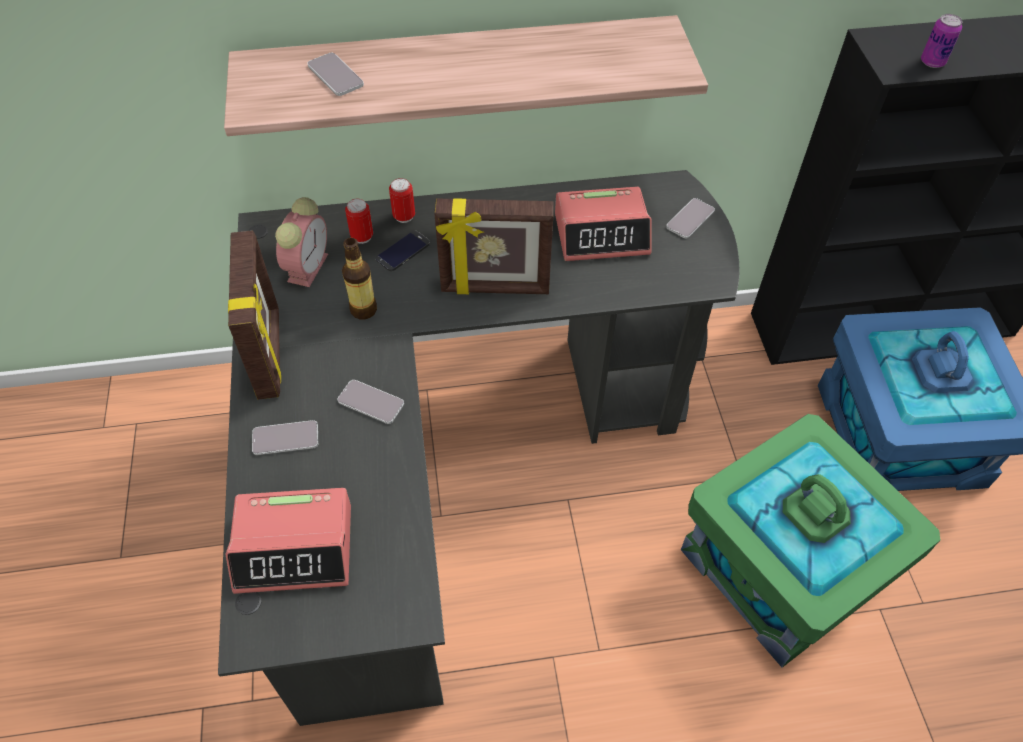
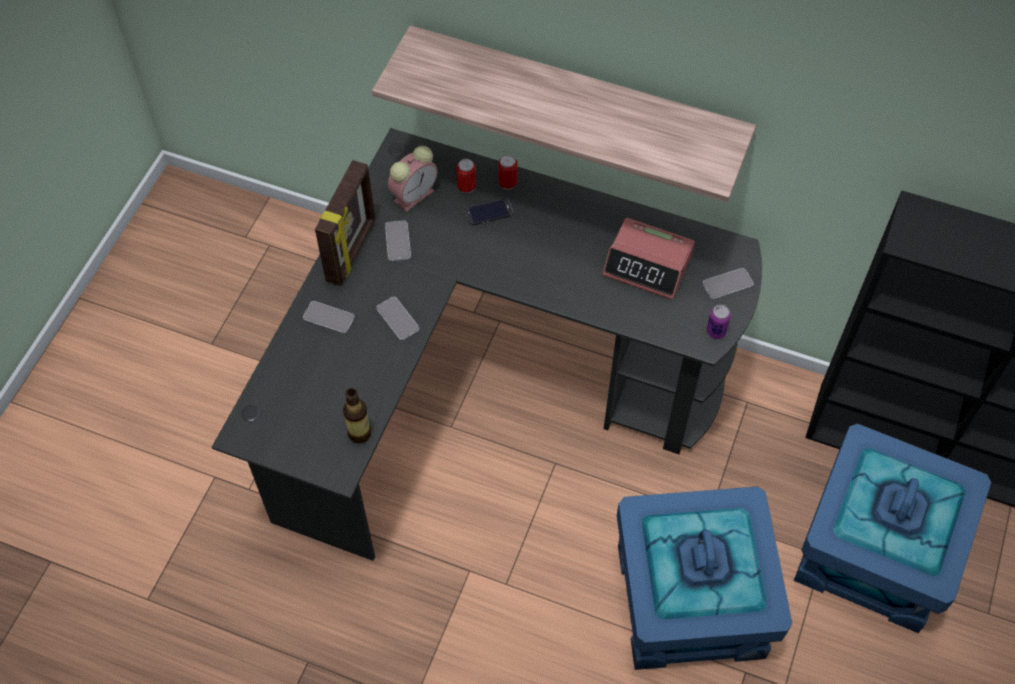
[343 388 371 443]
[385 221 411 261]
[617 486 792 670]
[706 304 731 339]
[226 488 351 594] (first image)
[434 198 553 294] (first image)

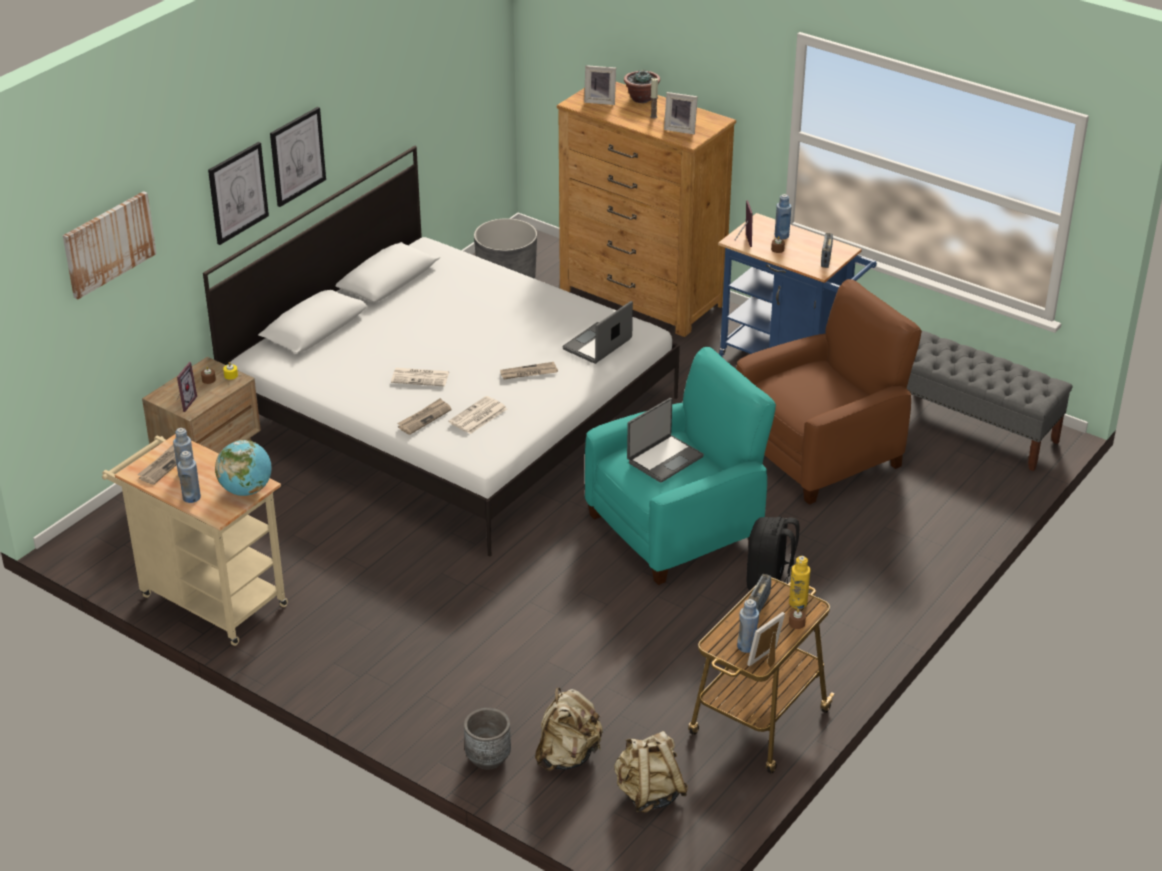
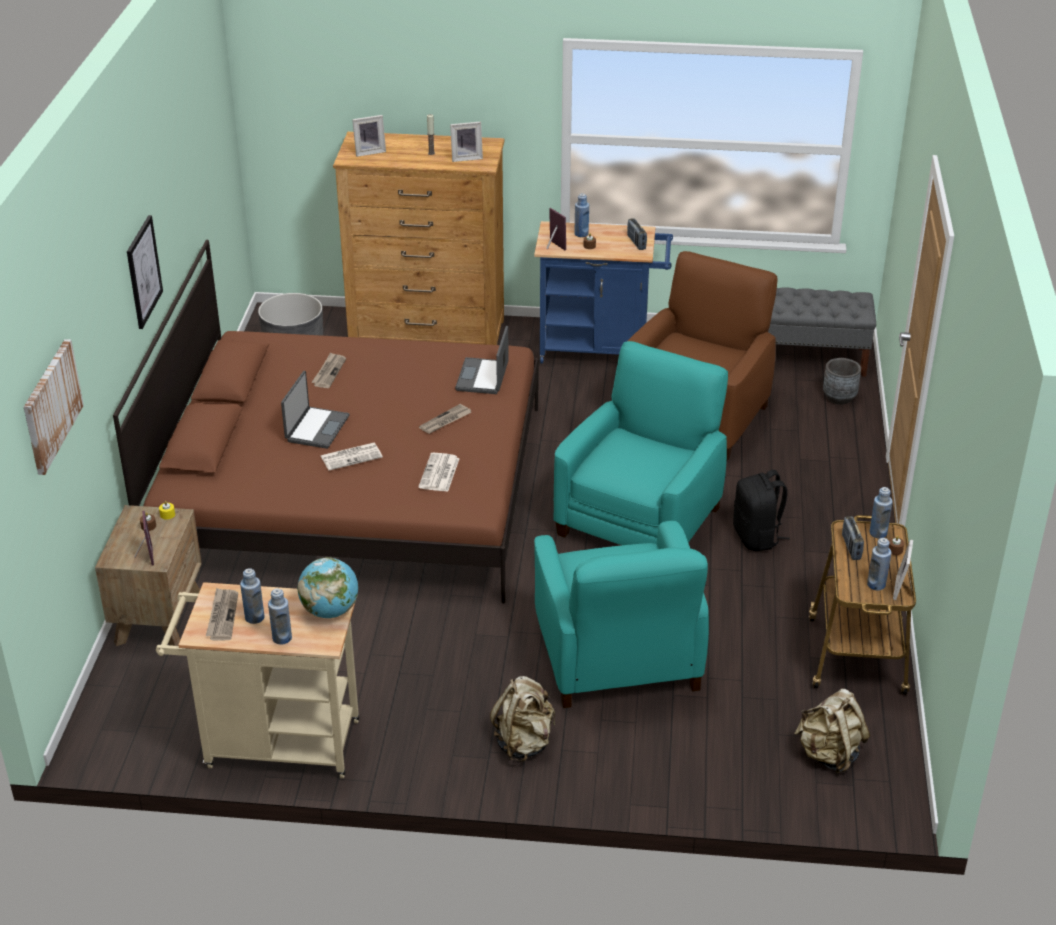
[113 239 539 604]
[281 371 349 449]
[311 352 346 388]
[490 676 555 762]
[534 521 709 708]
[823 358 861 405]
[870 487 892 539]
[208 142 269 245] (first image)
[624 69 660 103] (first image)

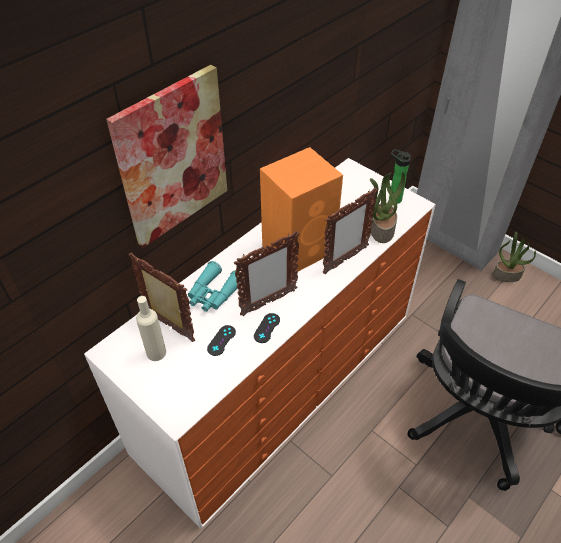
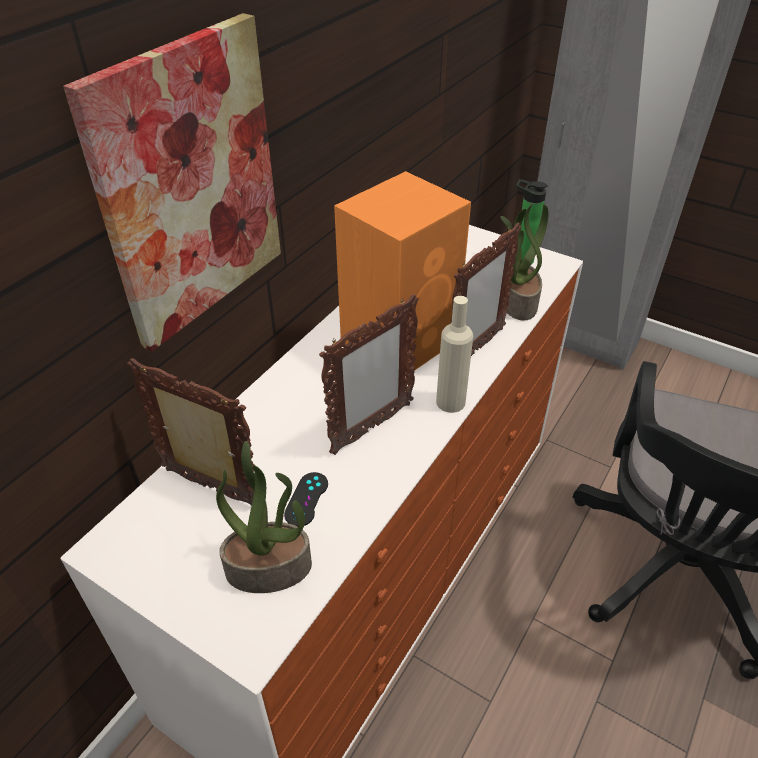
[216 441 312 593]
[436 296 473 413]
[188 261 238 312] (first image)
[254 313 280 343] (first image)

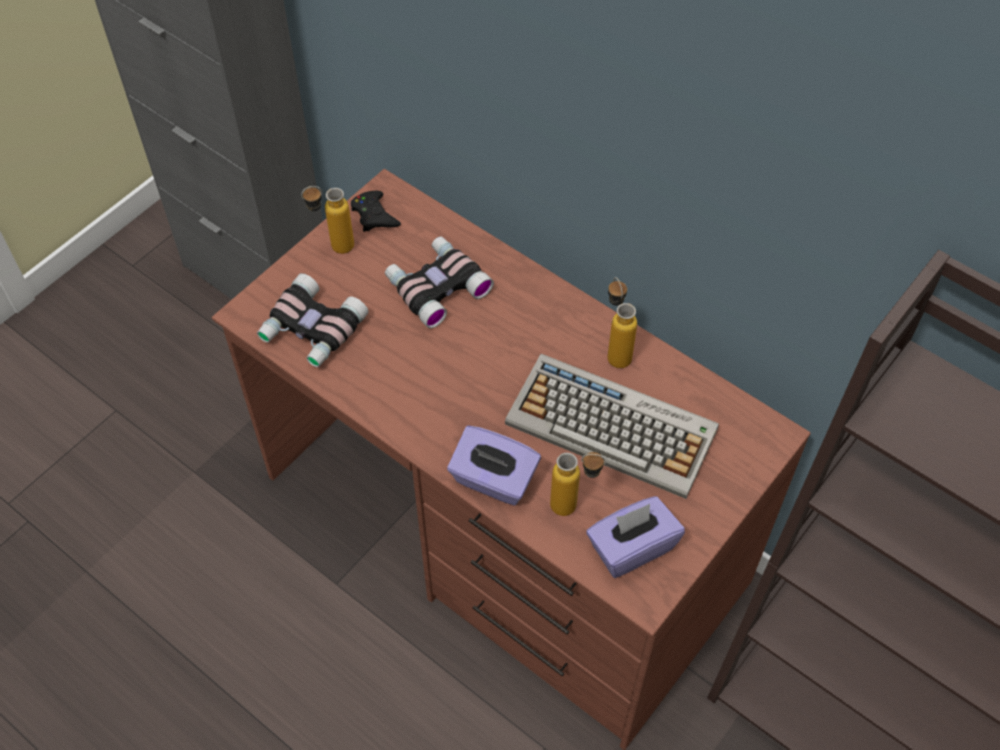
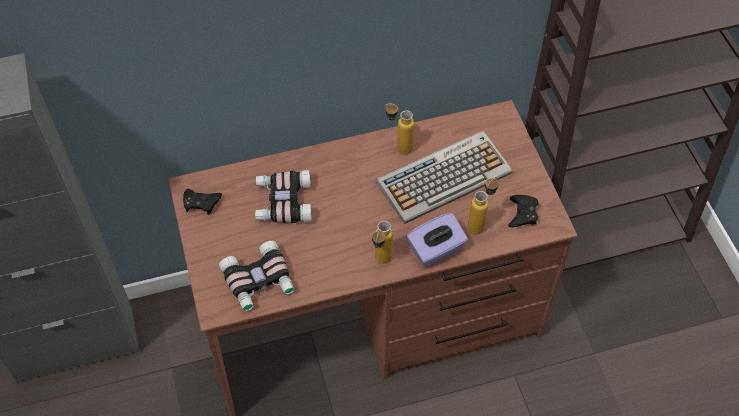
[372 221 393 264]
[508 195 539 227]

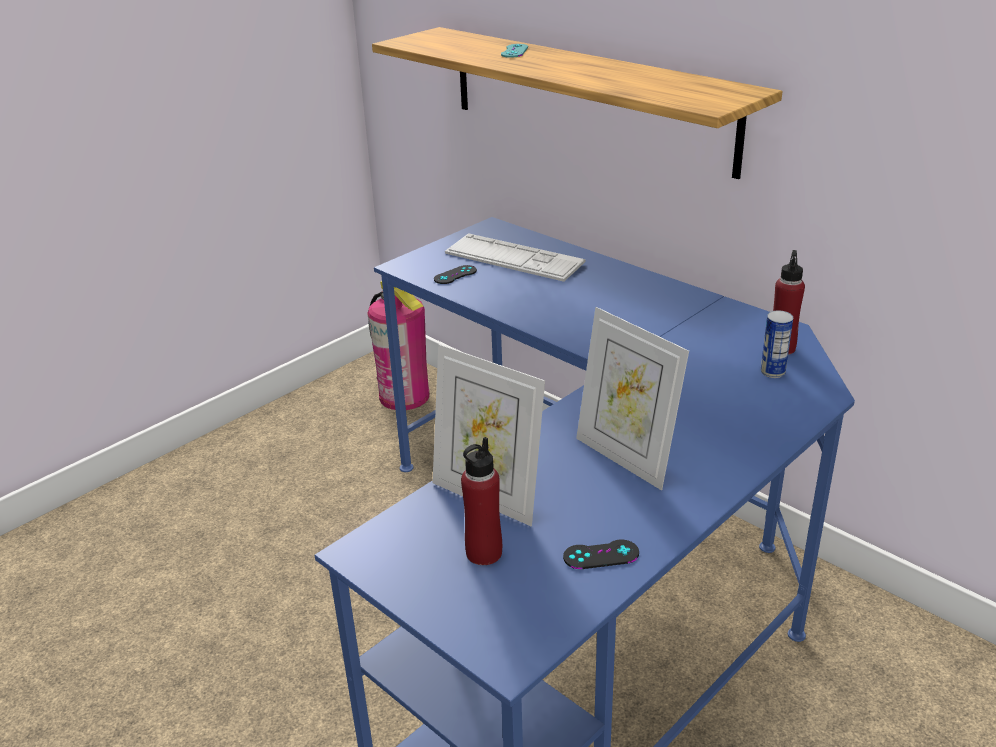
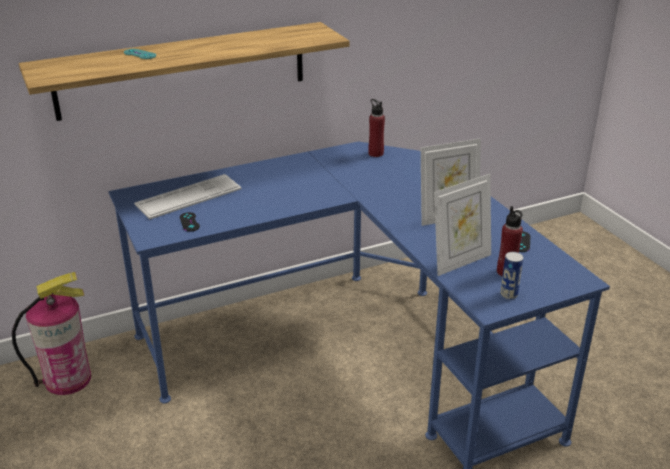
[500 252 524 299]

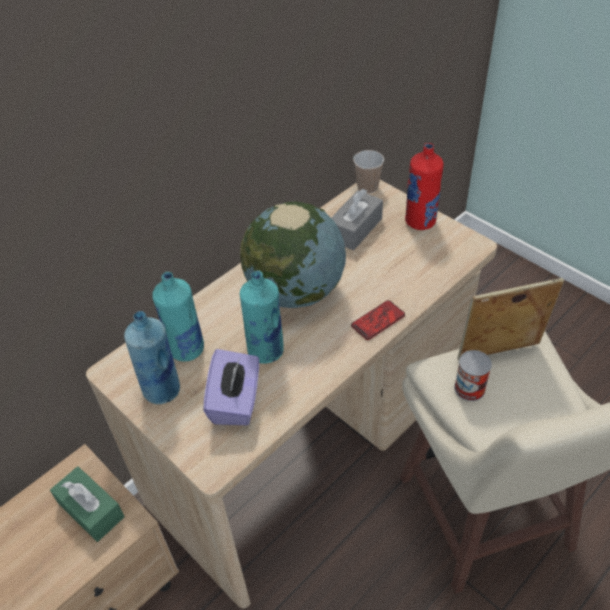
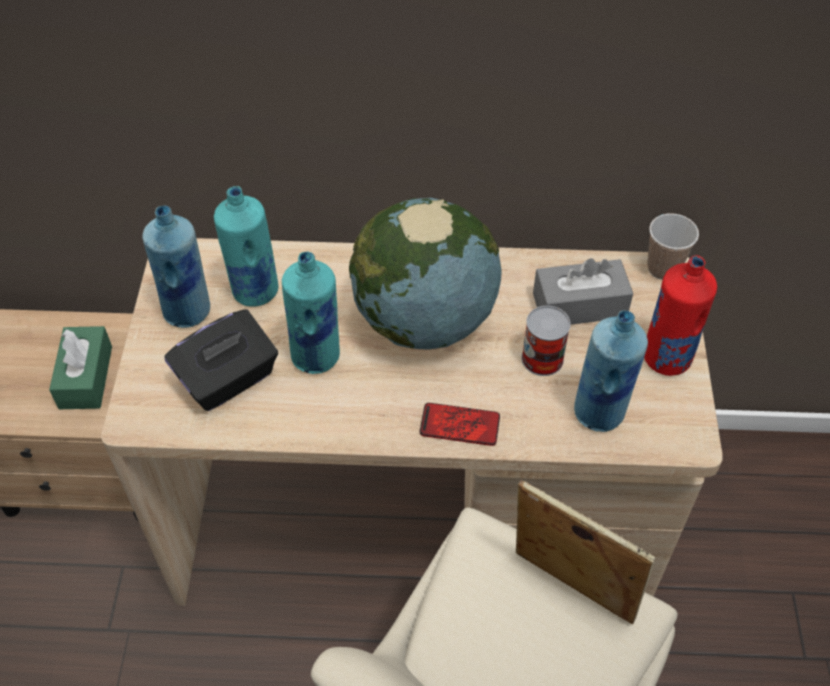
[165 309 278 411]
[522 306 571 376]
[574 311 648 432]

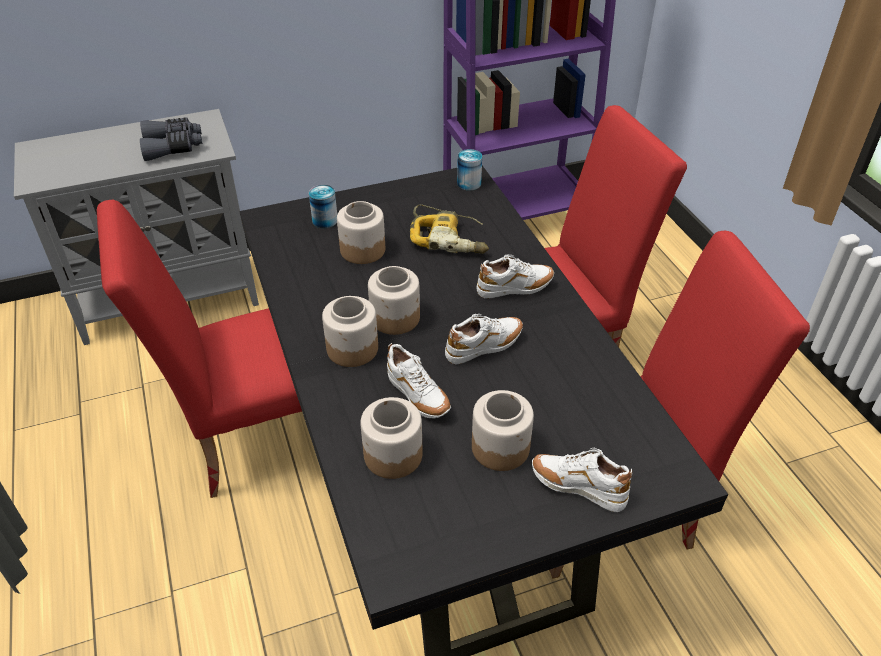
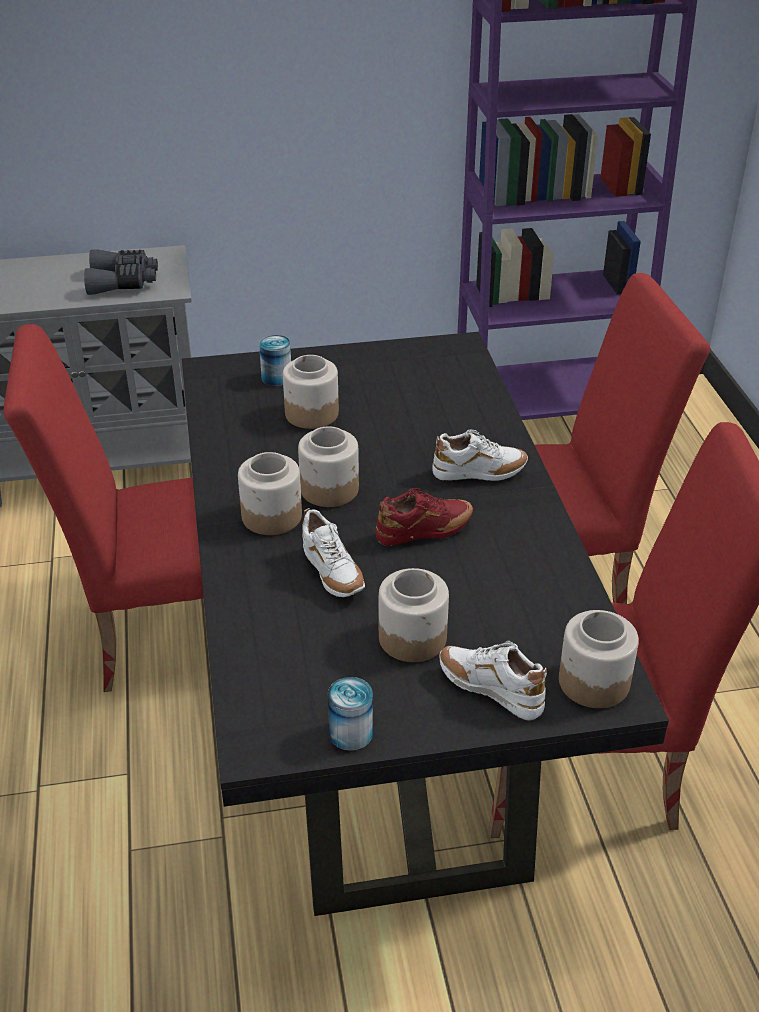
[328 677 373 751]
[376 488 473 546]
[559 610 639 708]
[410 204 489 254] (first image)

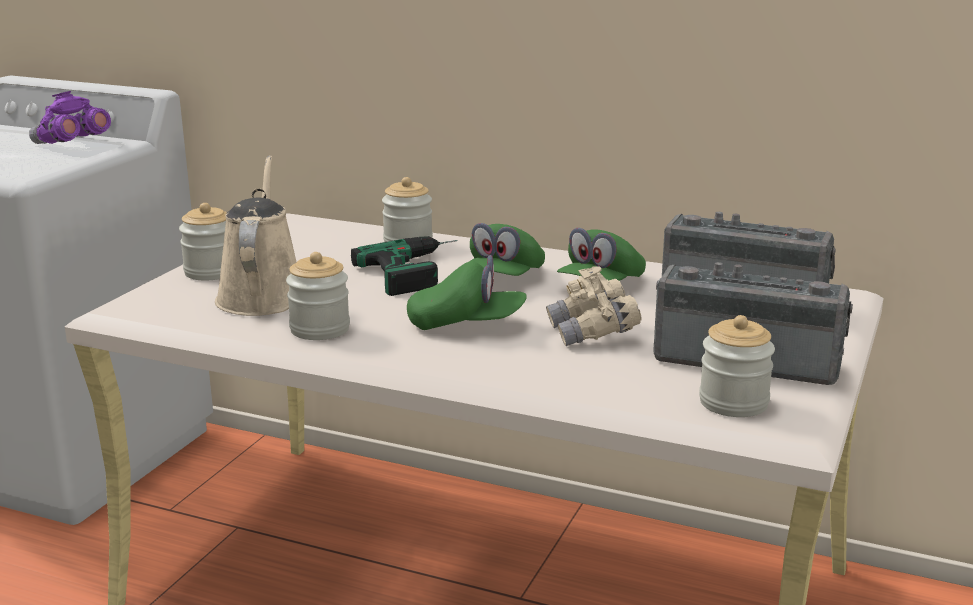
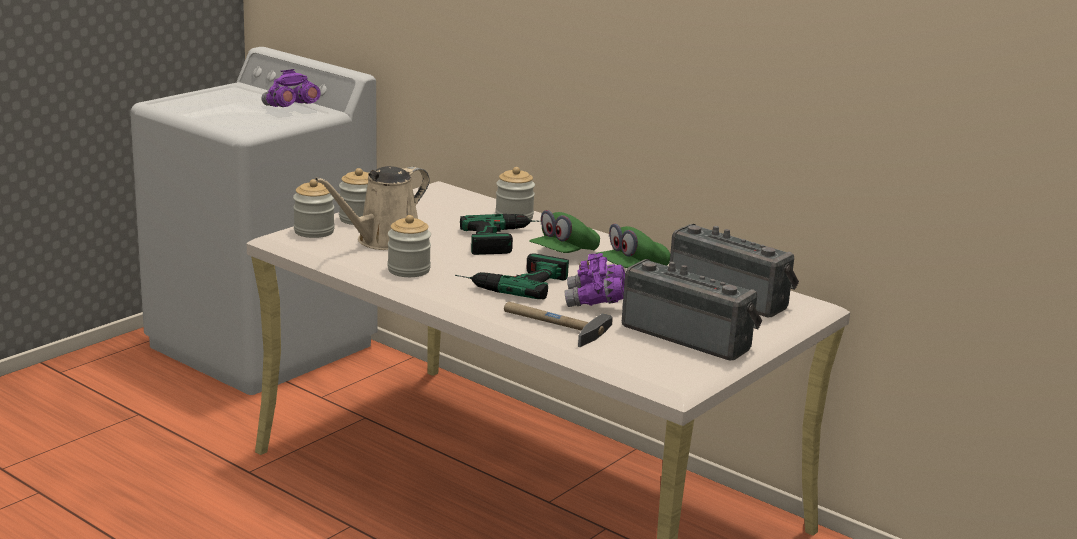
[293 179 335 238]
[315 166 430 250]
[455 253 569 300]
[504 302 613 347]
[565 253 625 307]

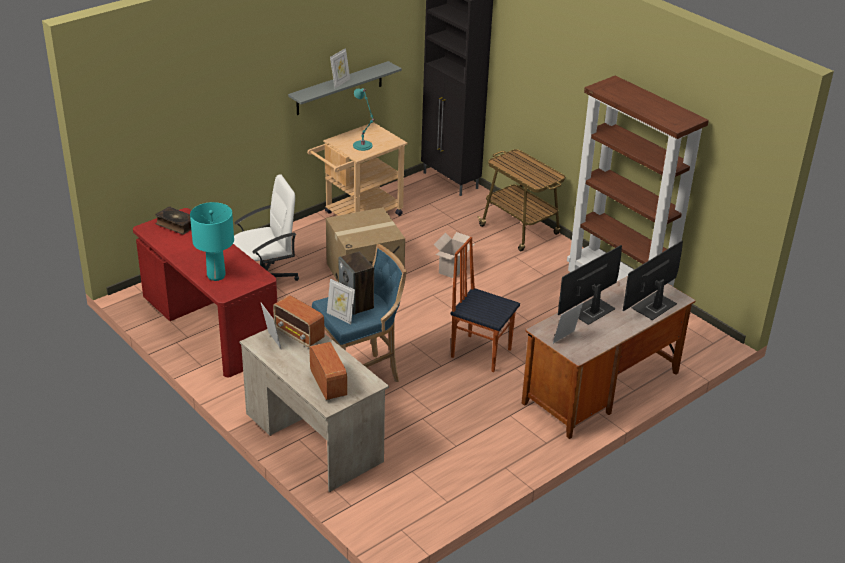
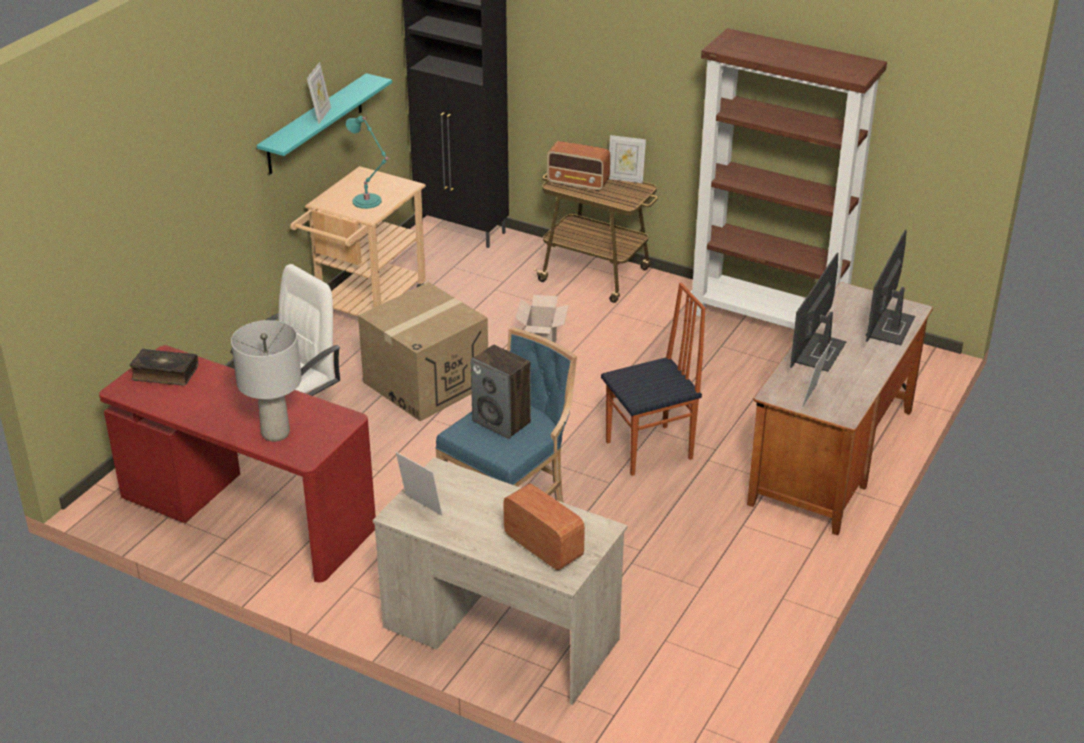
[231 320 302 442]
[257 73 392 175]
[547 141 610 191]
[601 283 706 476]
[609 135 646 183]

